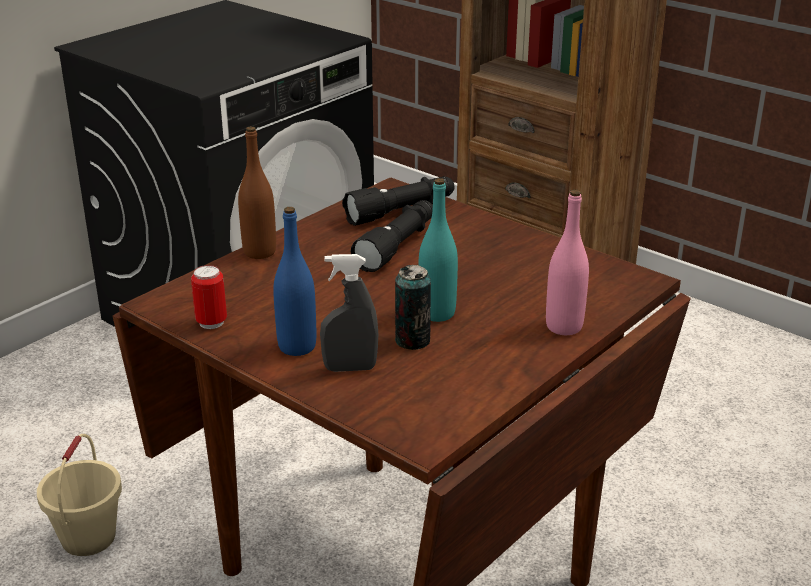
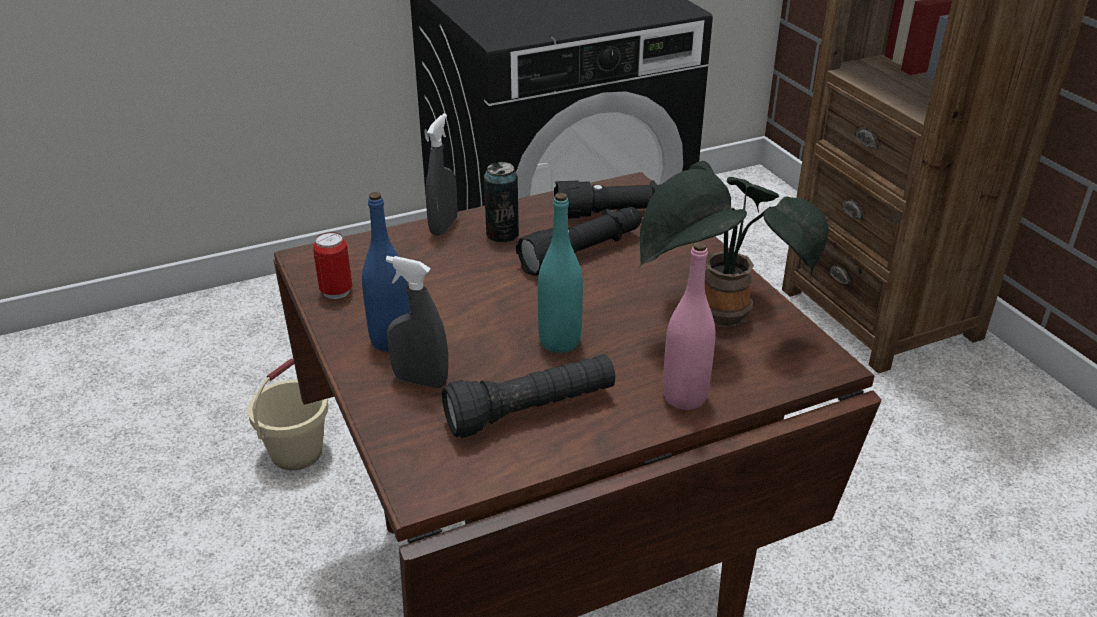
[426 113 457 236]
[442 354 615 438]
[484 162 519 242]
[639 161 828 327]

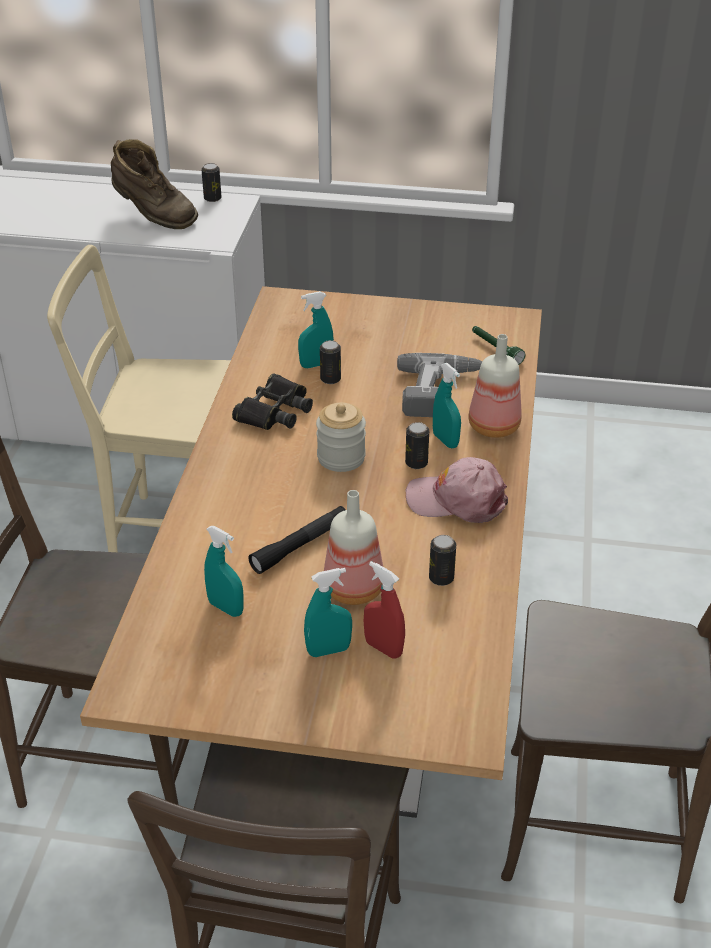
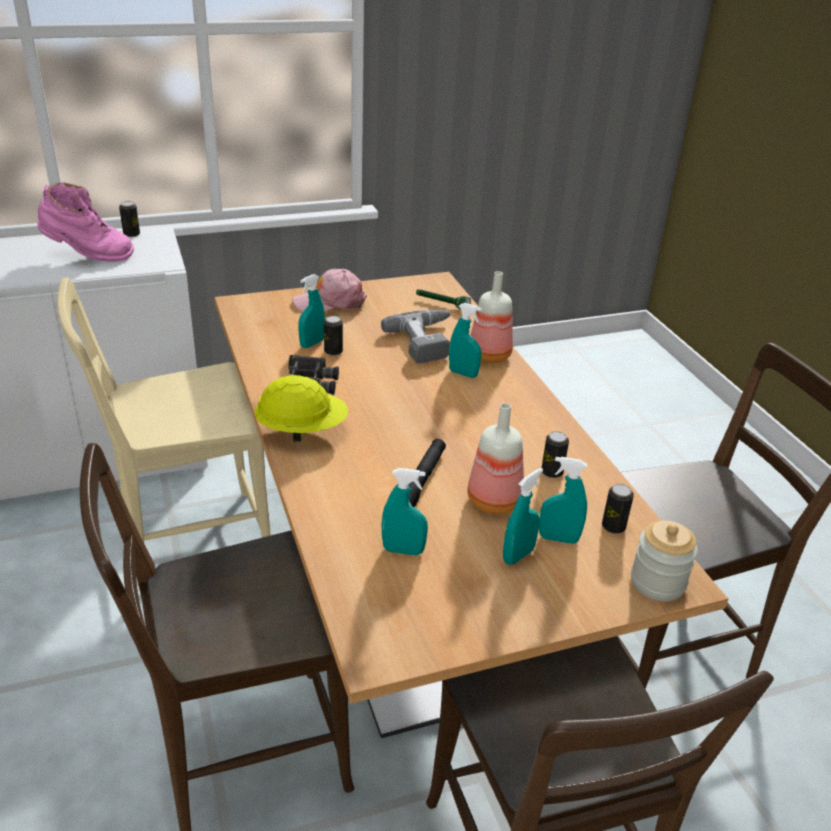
[37 183 134 262]
[254 375 349 442]
[292 269 367 312]
[539 457 587 544]
[602 484 634 534]
[631 520 698 601]

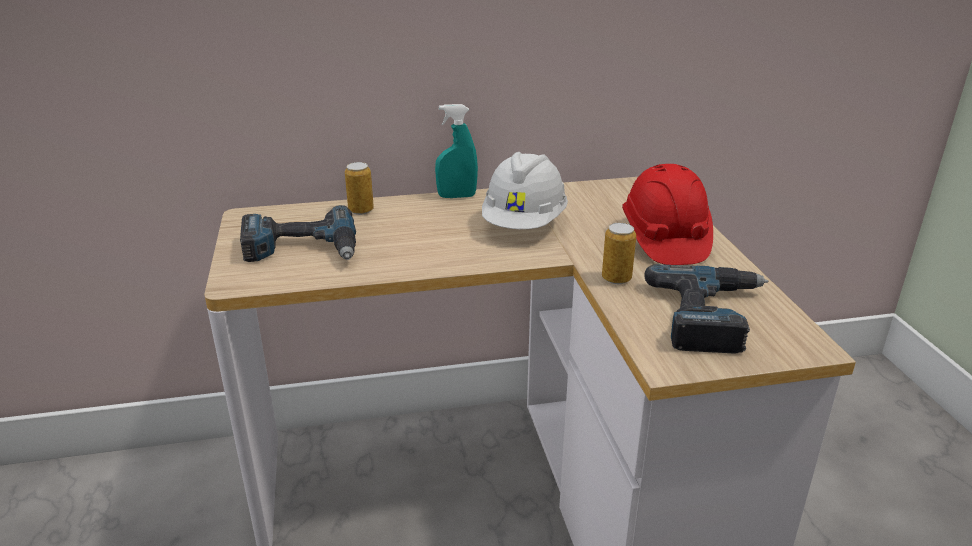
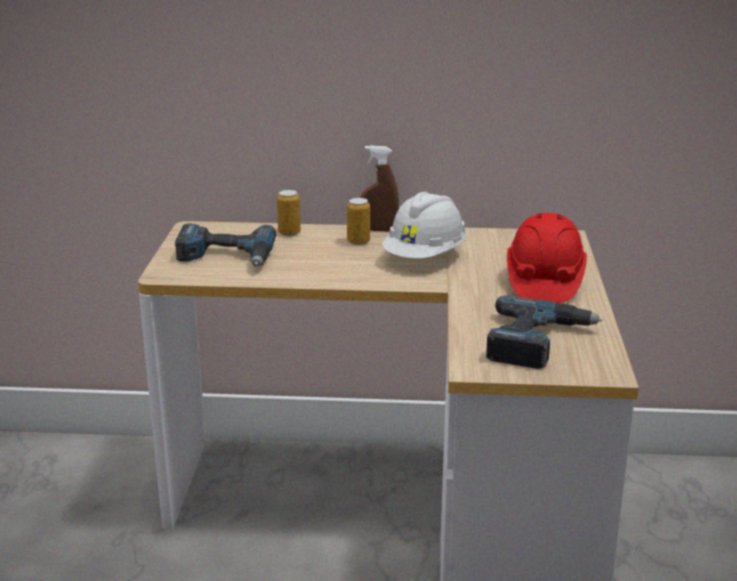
[347 198 370 245]
[361 145 399 232]

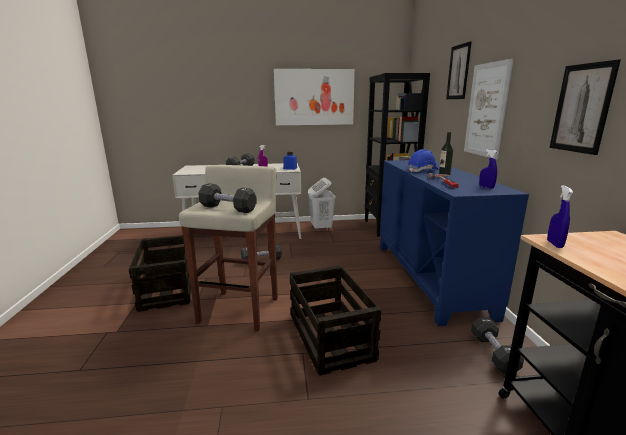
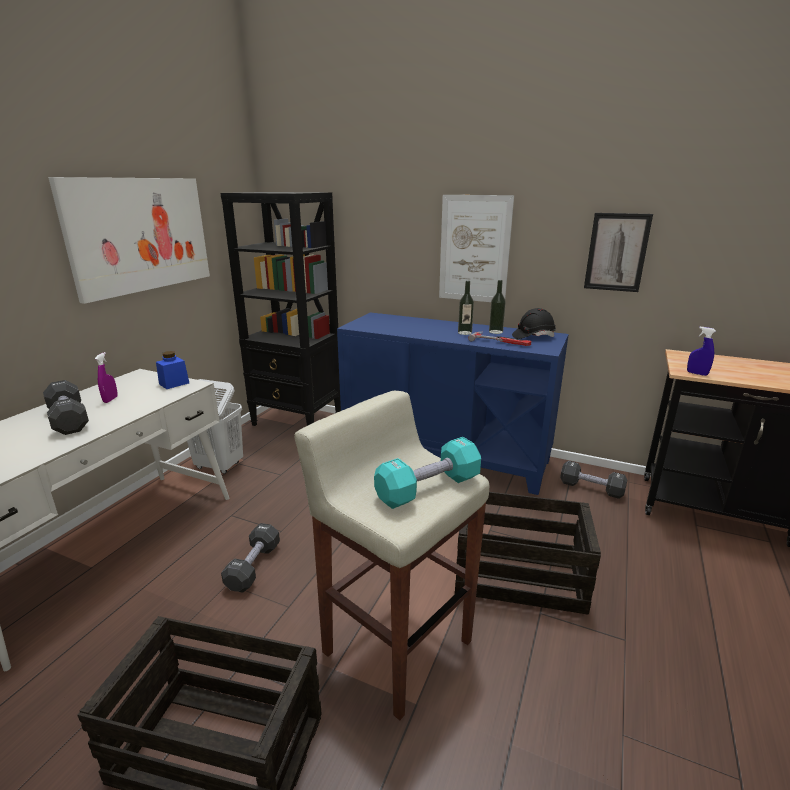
[374 437 481 509]
[489 280 506 334]
[512 308 556 339]
[408 149 439 173] (first image)
[446 41 472 99] (first image)

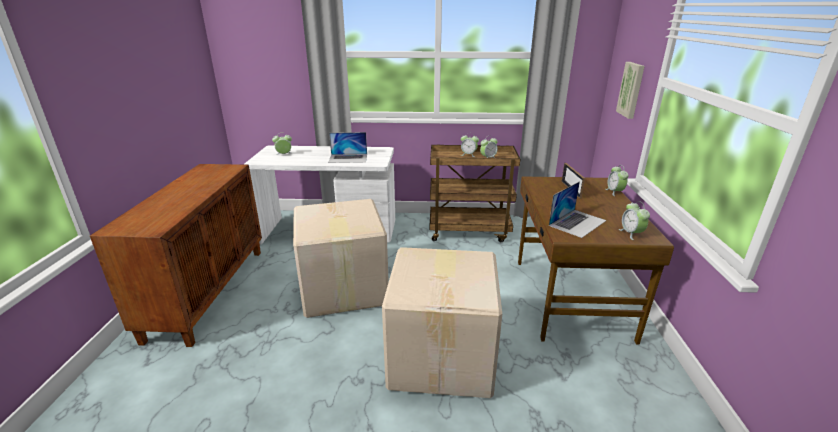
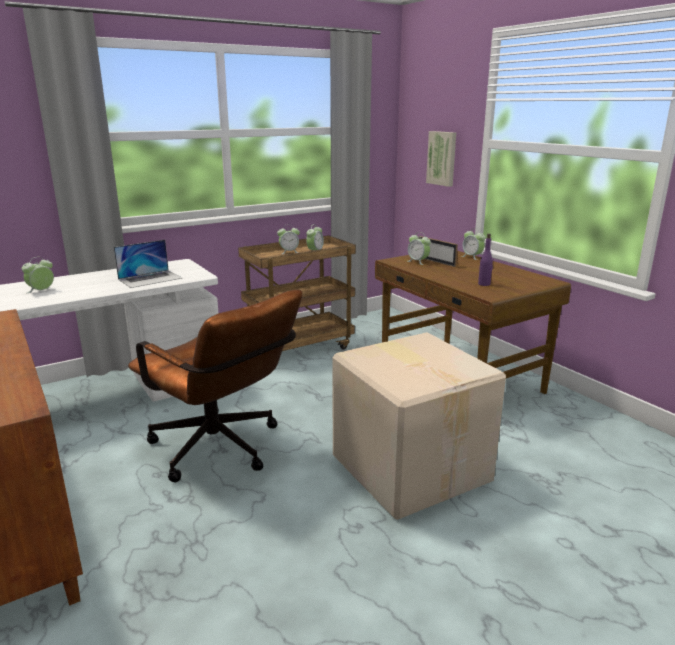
[128 290 302 482]
[407 233 431 265]
[478 234 493 286]

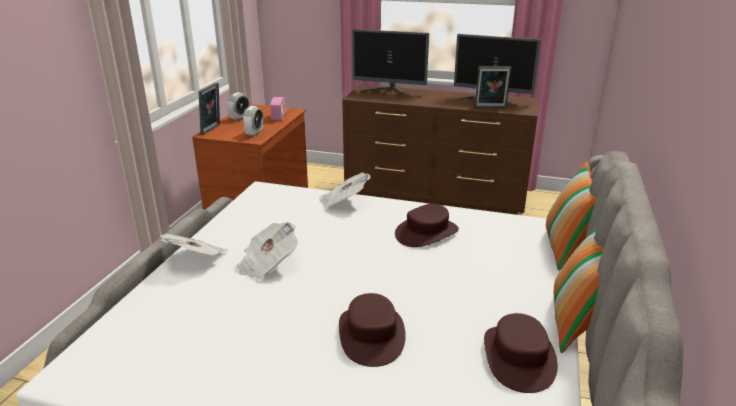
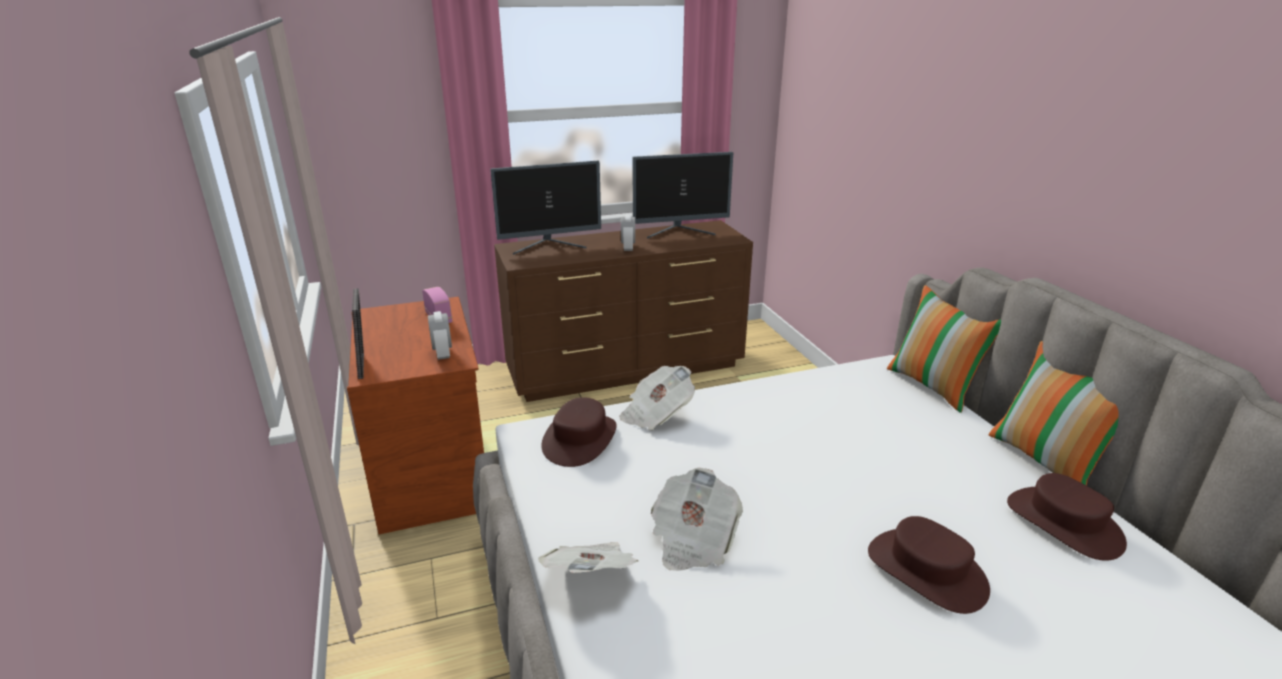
[541 397 617 467]
[621 215 635 251]
[475 67 512 108] (first image)

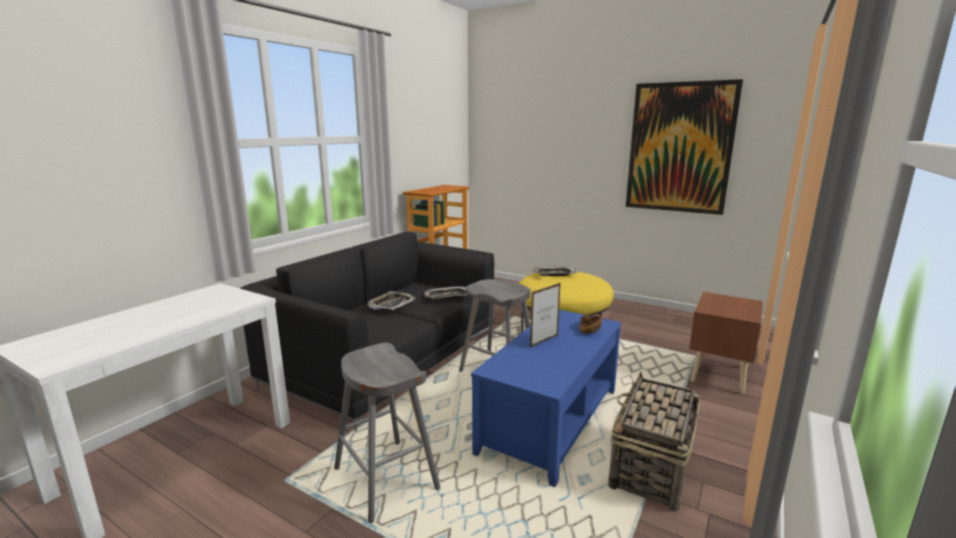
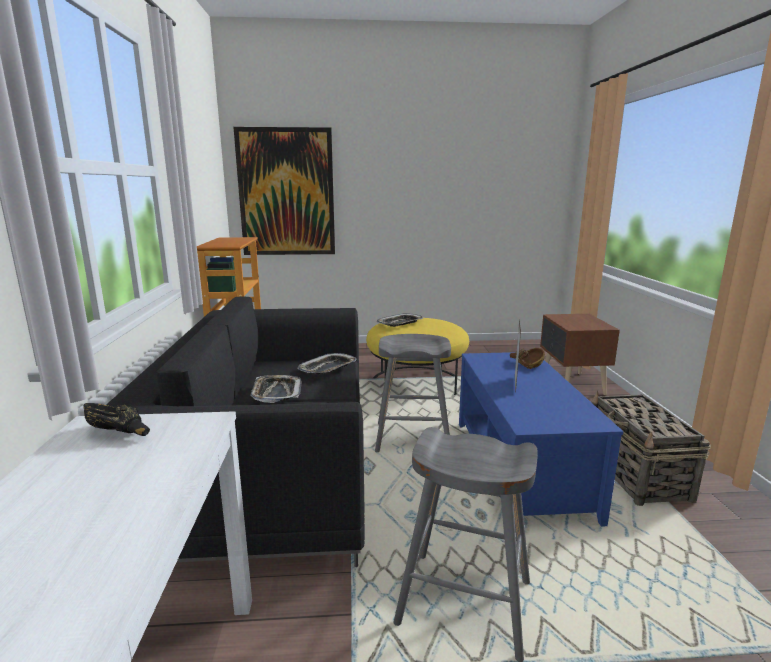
[83 403 150 436]
[234 127 335 255]

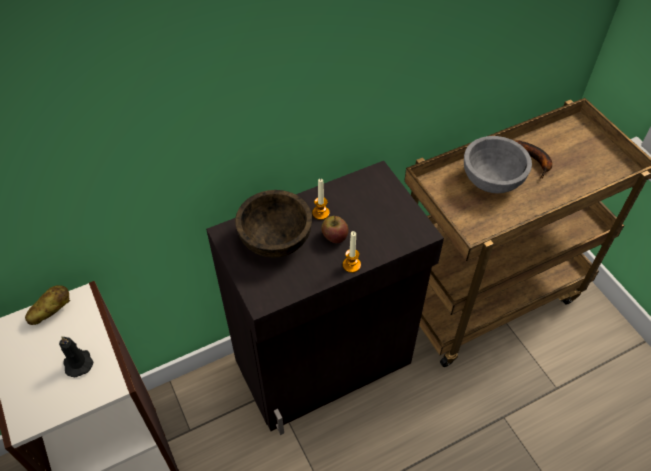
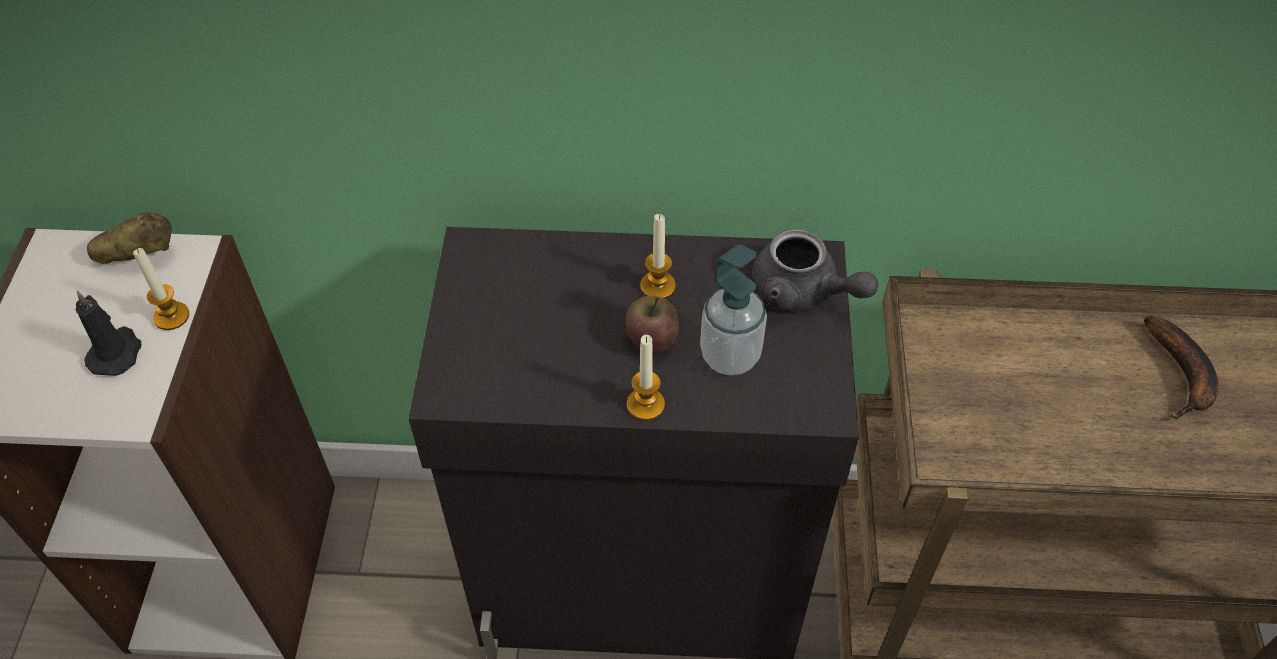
[133 248 189 330]
[700 244 767 375]
[752 229 878 311]
[235 190 312 258] (first image)
[464 136 532 193] (first image)

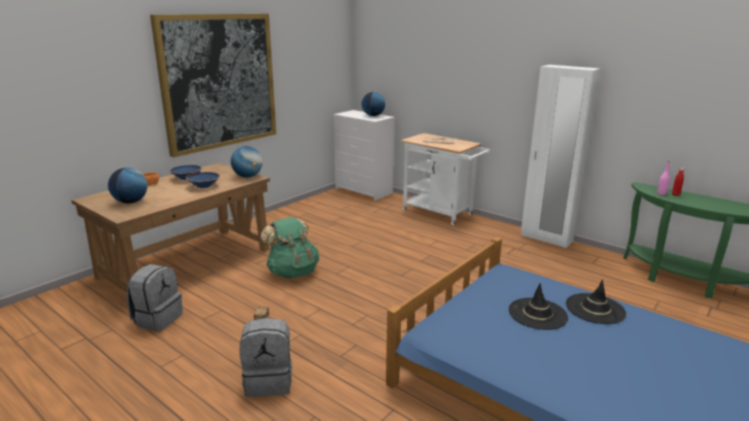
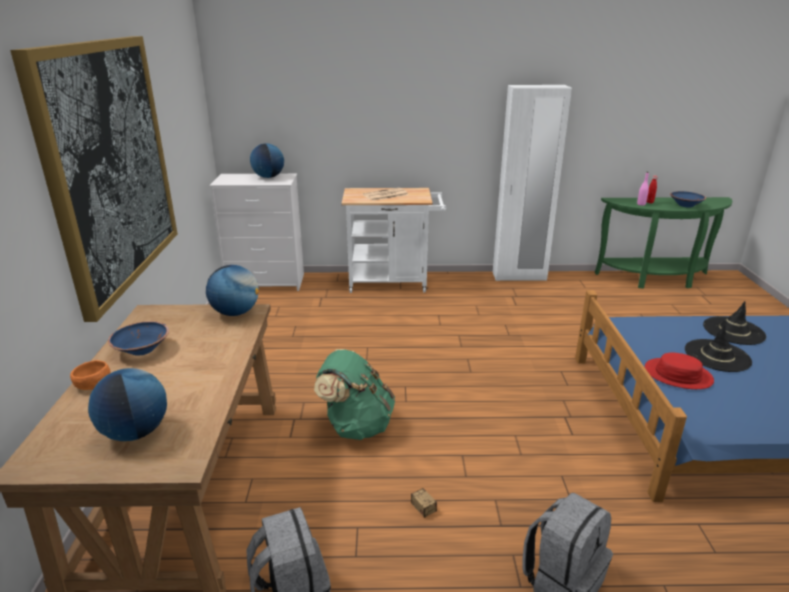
[645 353 714 389]
[670 191 706 208]

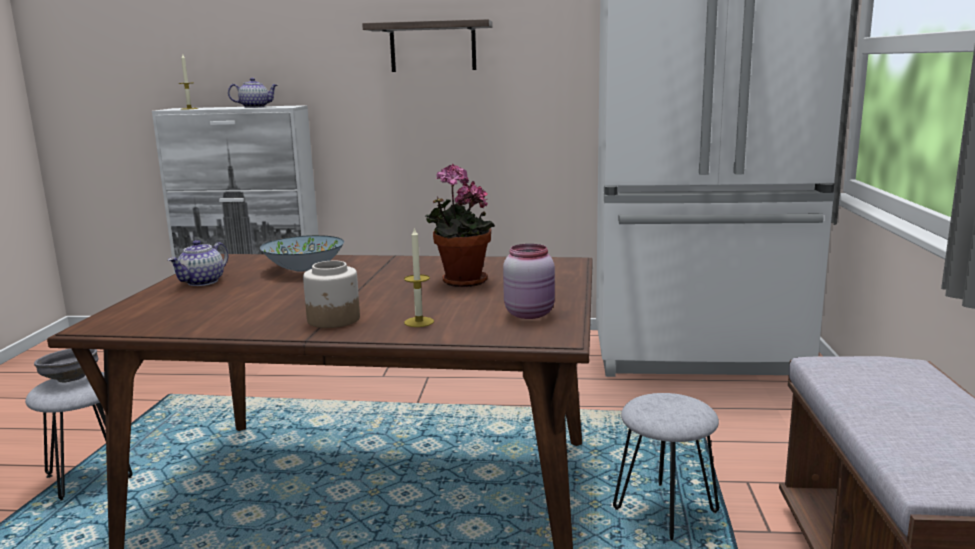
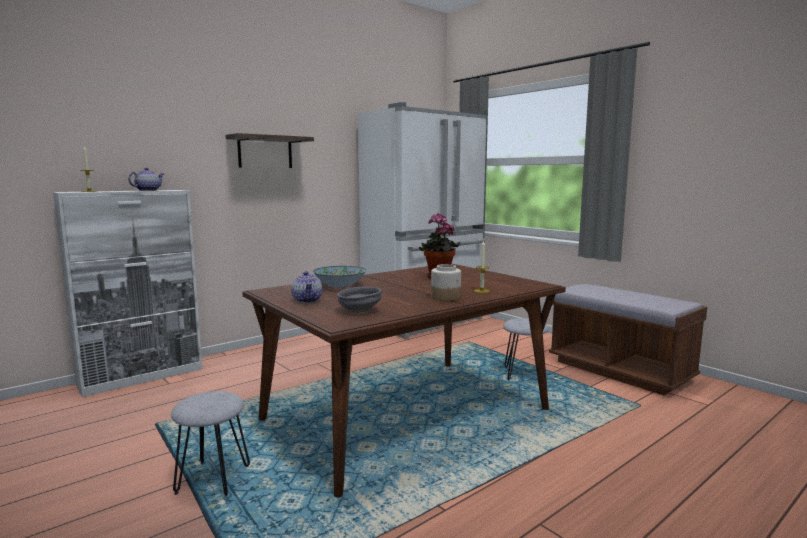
[337 287 382 313]
[503 244 555 319] (first image)

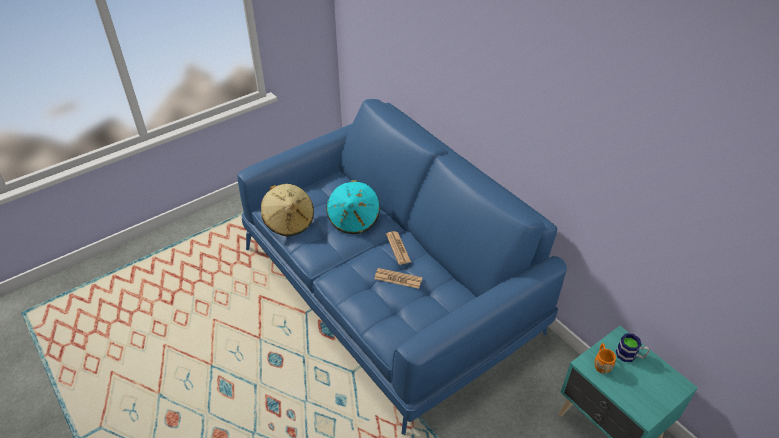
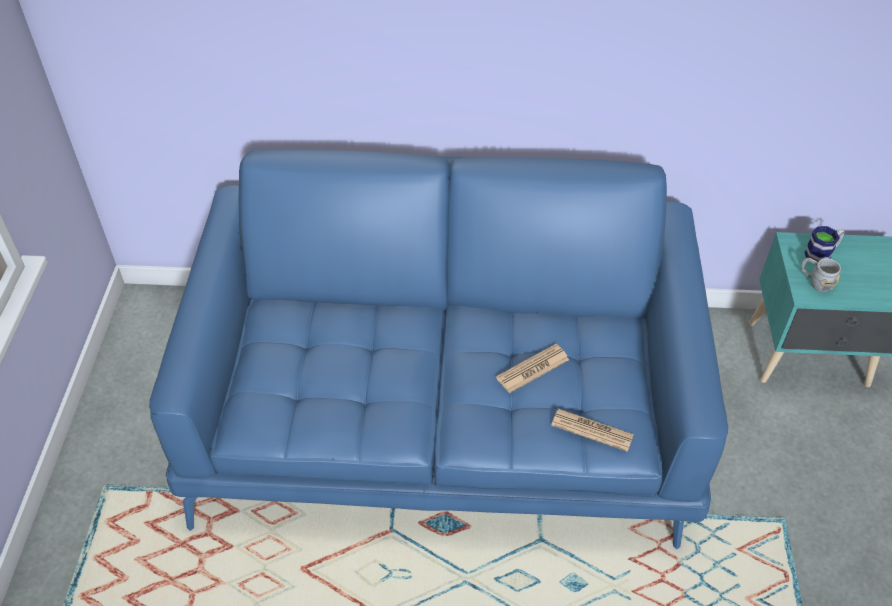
[551 409 634 452]
[801 258 841 292]
[261 184 314 236] (first image)
[326 180 380 234] (first image)

